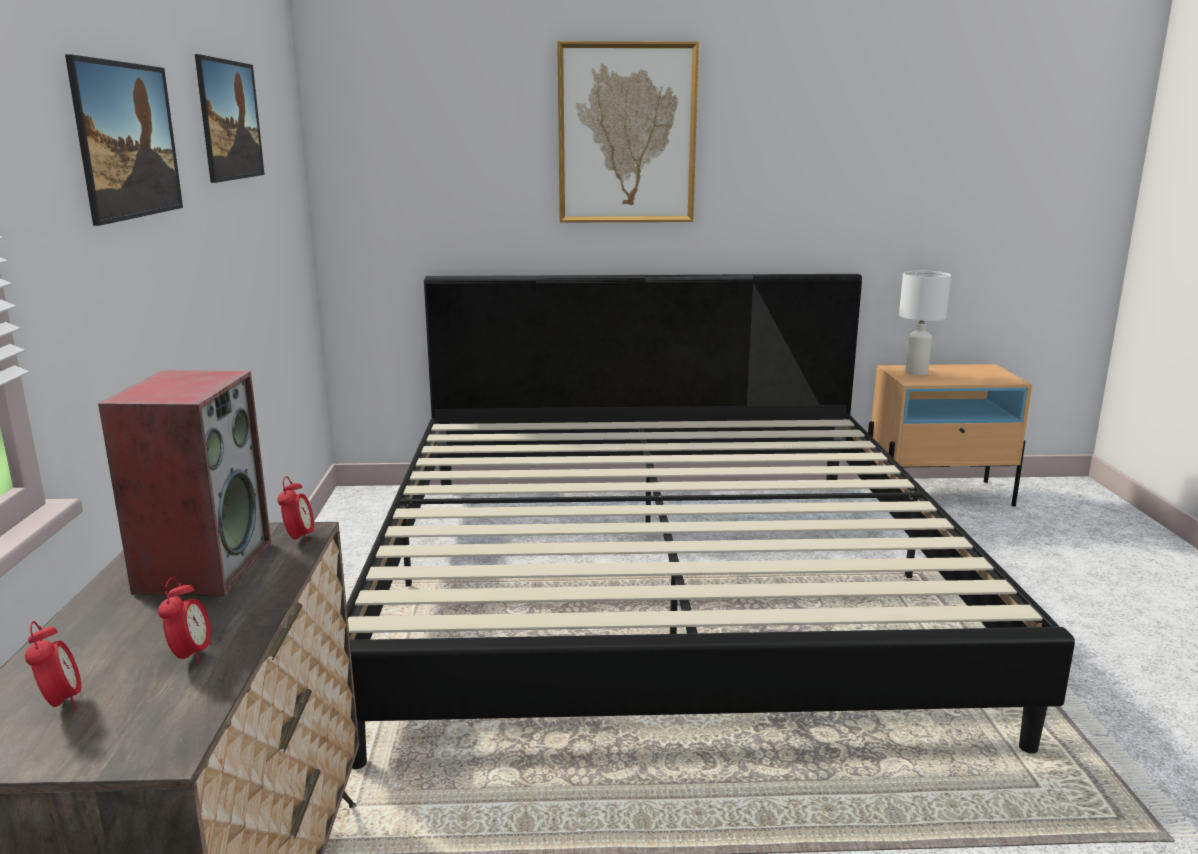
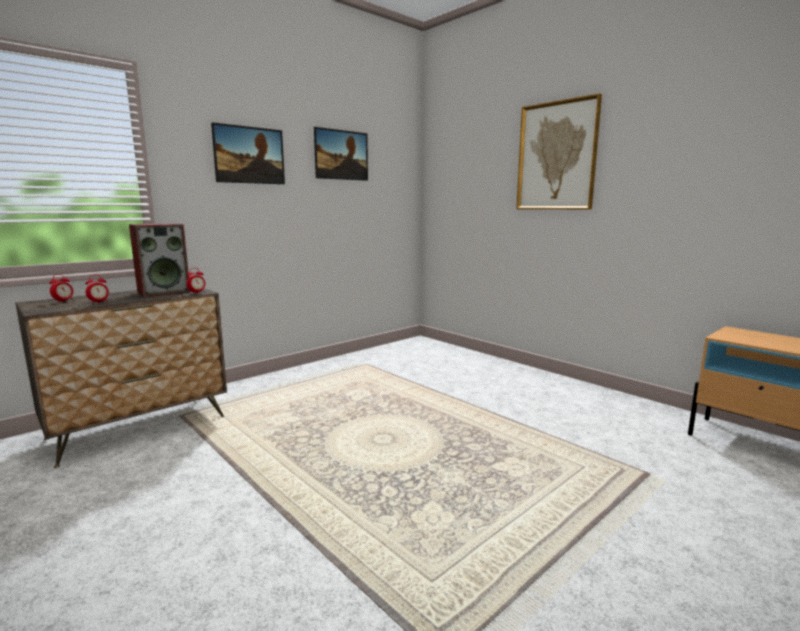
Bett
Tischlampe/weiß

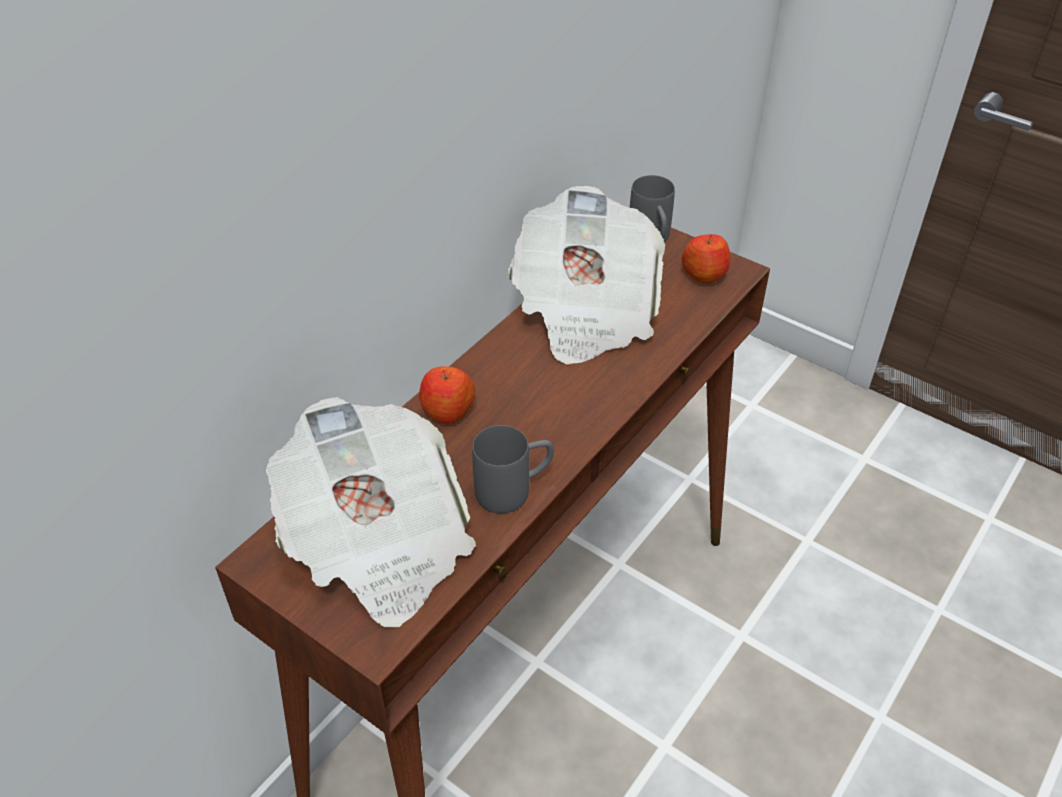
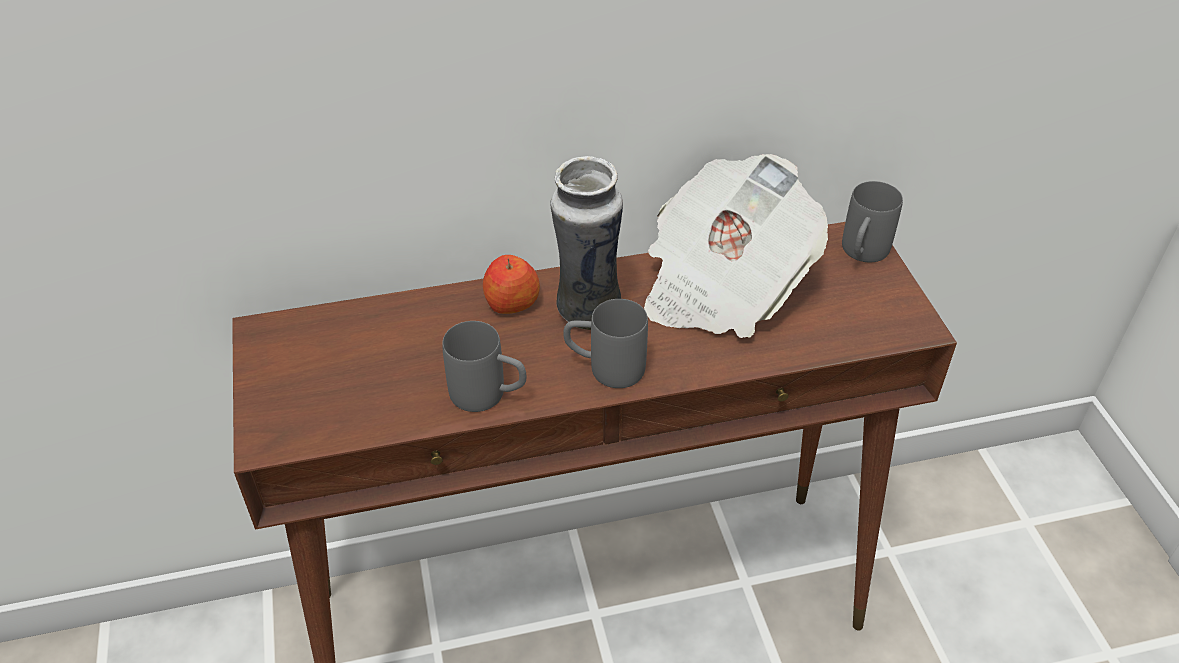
Zeitung (1st from left in the first image)
Apfel (2nd from left in the first image)
Vase
Henkelbecher/grau (2nd from left)

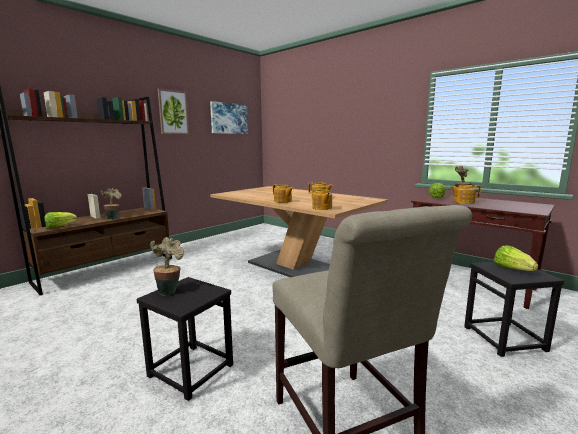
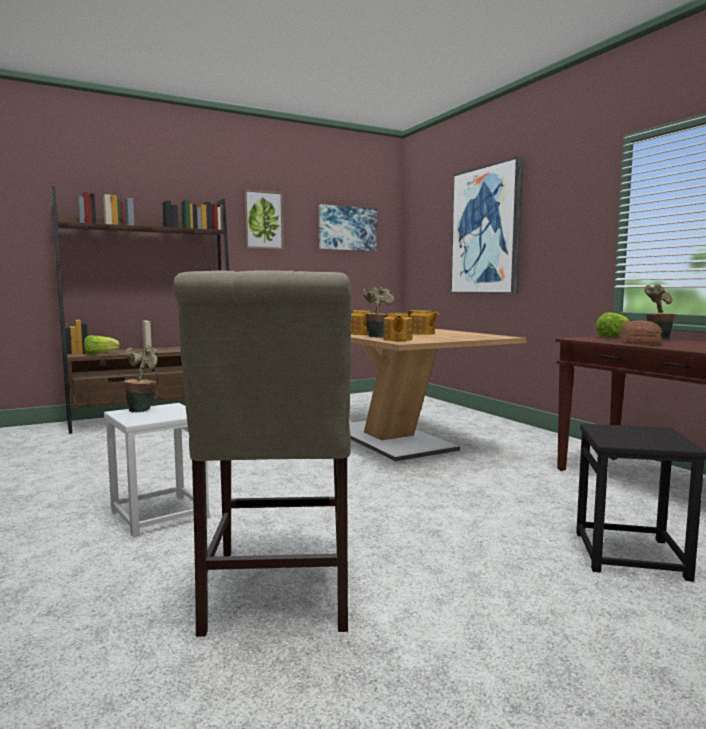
Salatkopf (3rd from left in the first image)
Bild (3rd from left)
Topfpflanze (2nd from left)
Brot
Hocker/weiß

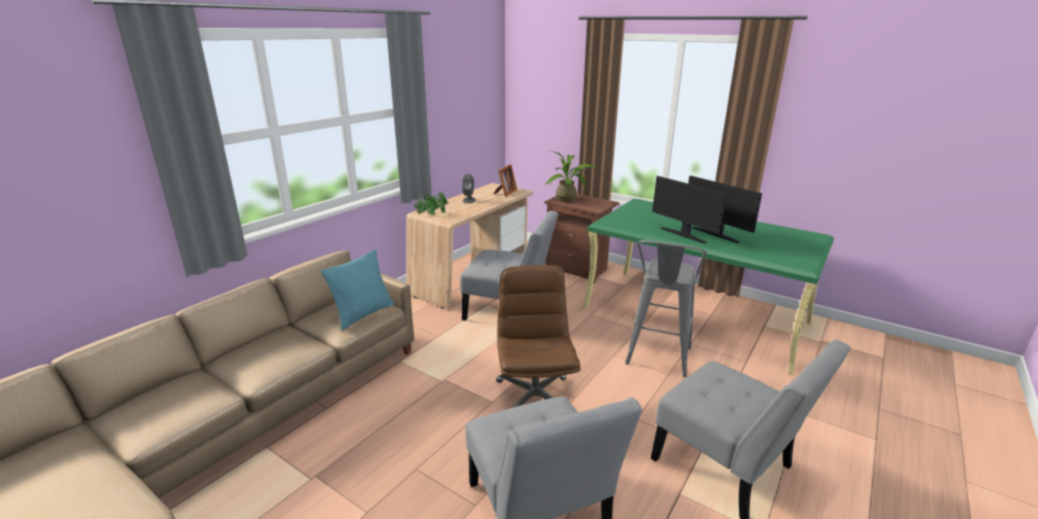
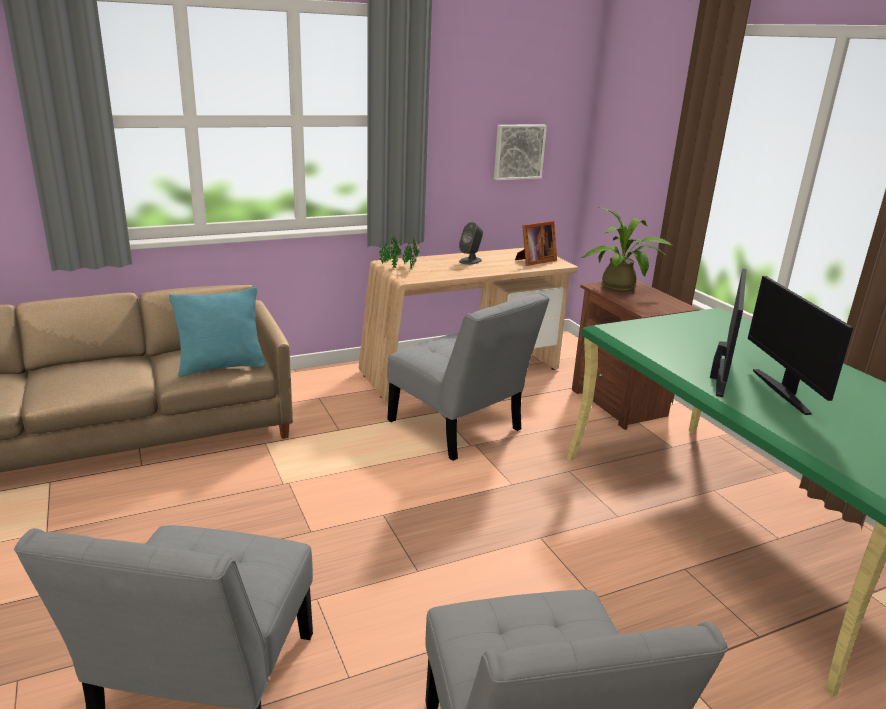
Bürostuhl/braun
Hocker/grau
Bild
Monitor (1st from left)

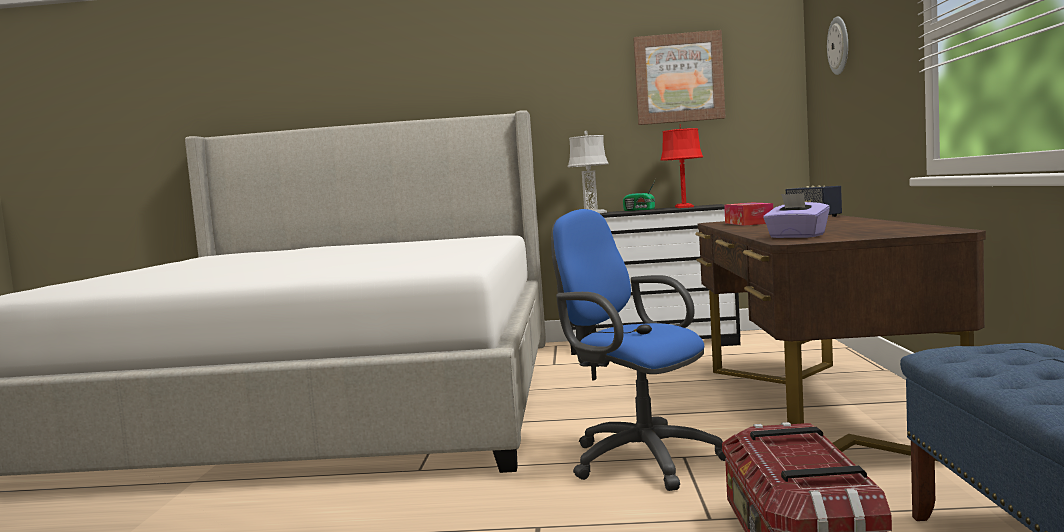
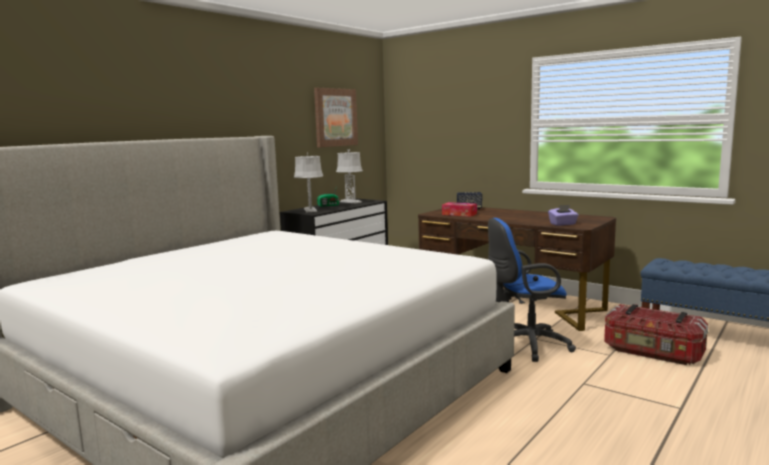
Wanduhr
Tischlampe/grau (2nd from left)

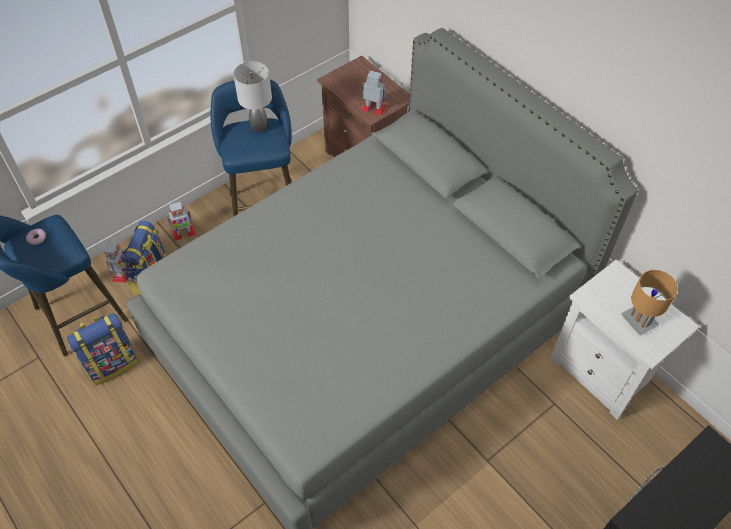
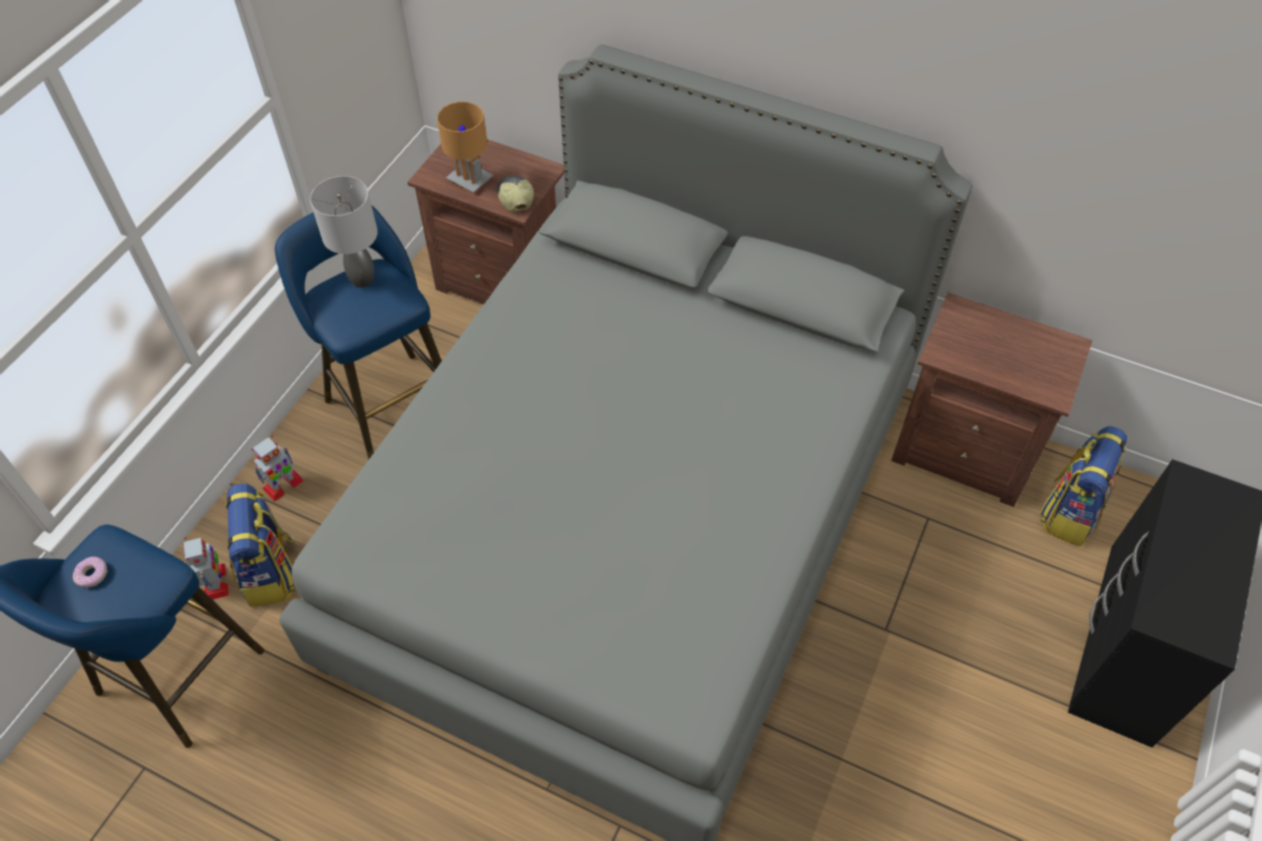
Rucksack (2nd from left)
Tischlampe/braun
Kappe
Nachttisch/braun (2nd from left)

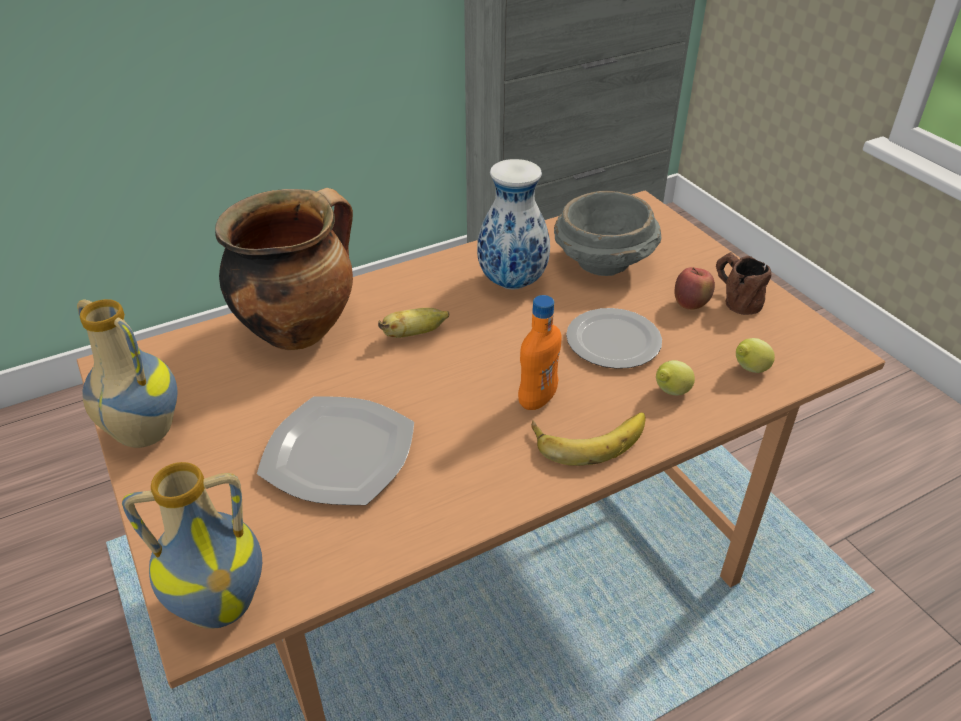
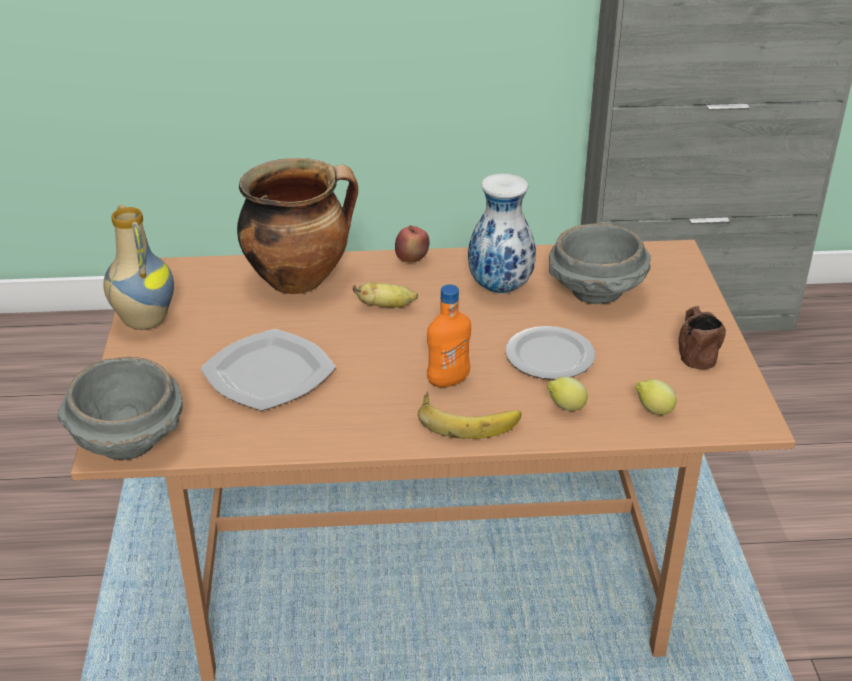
Apfel
Schüssel/grau (1st from left)

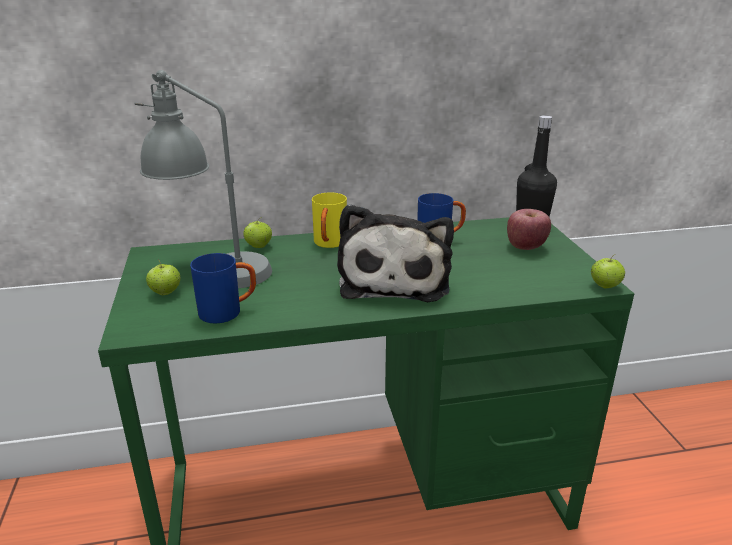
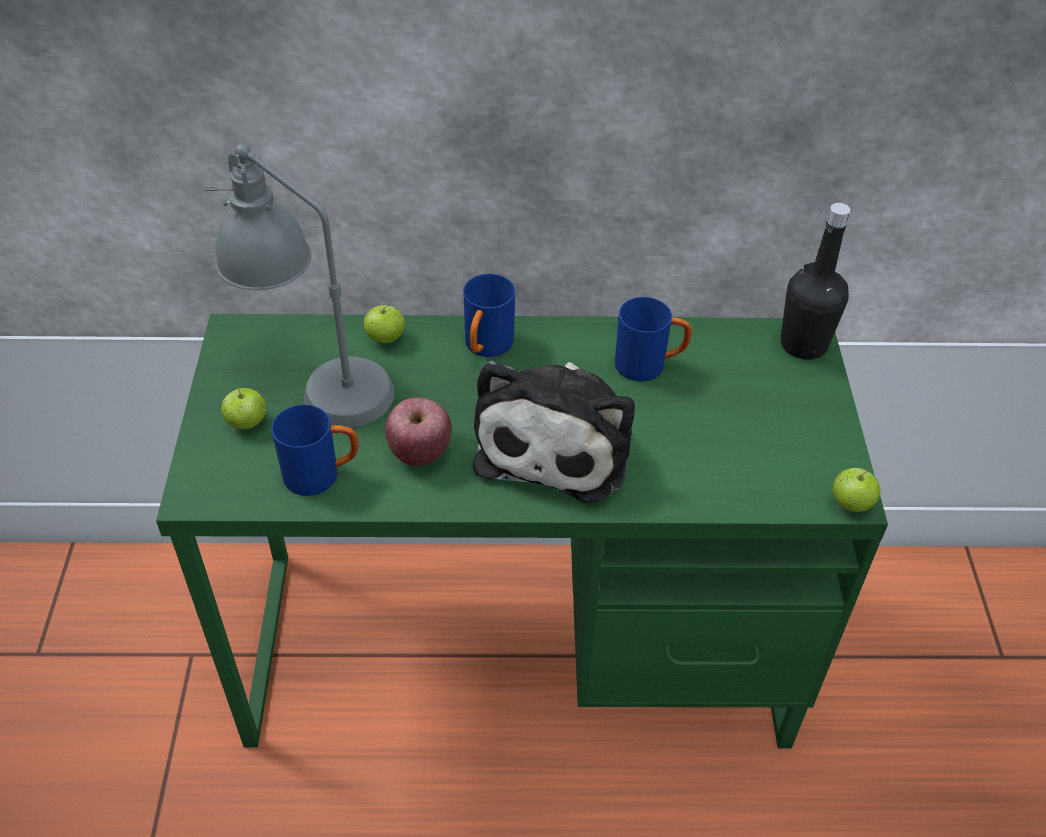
Apfel (3rd from left)
Henkelbecher/blau (2nd from left)

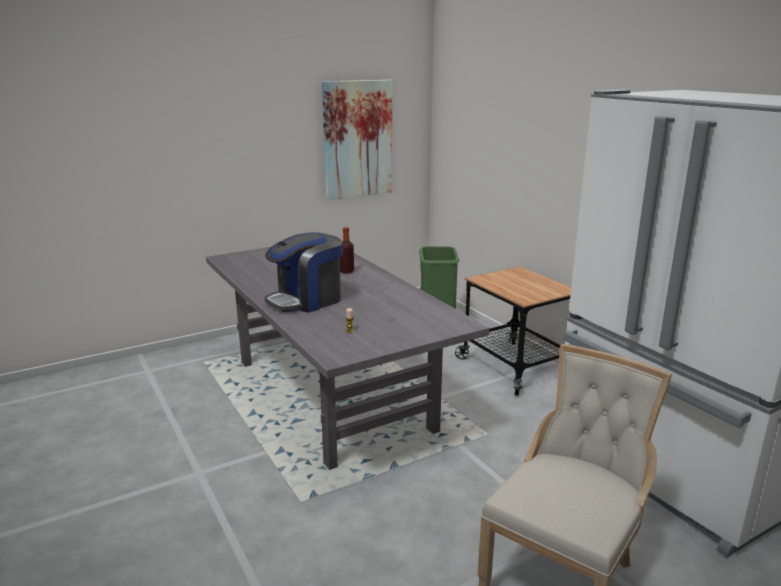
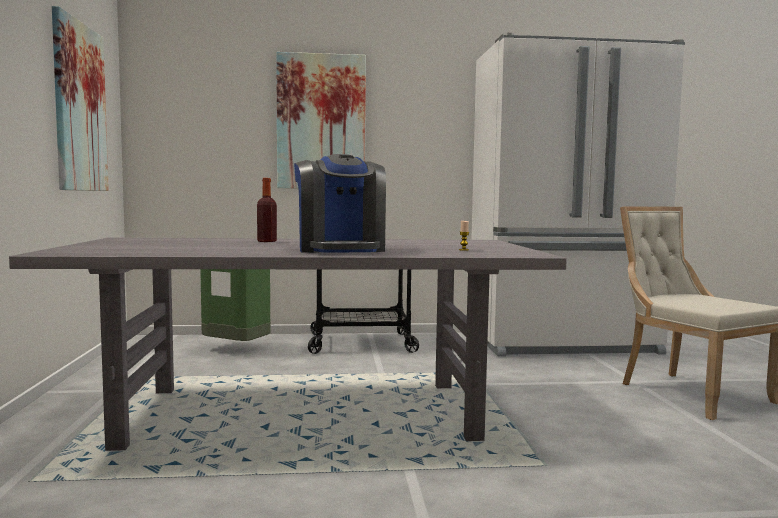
Bild (2nd from left)

